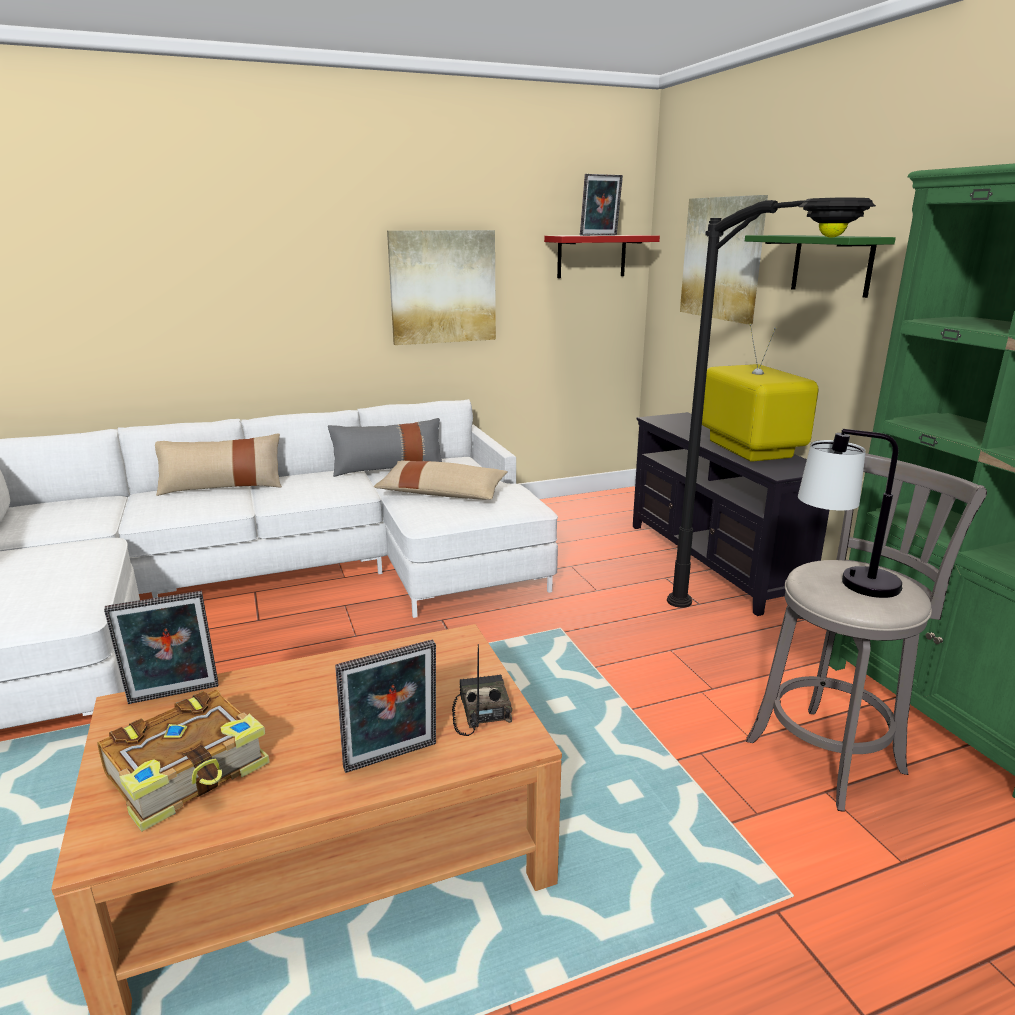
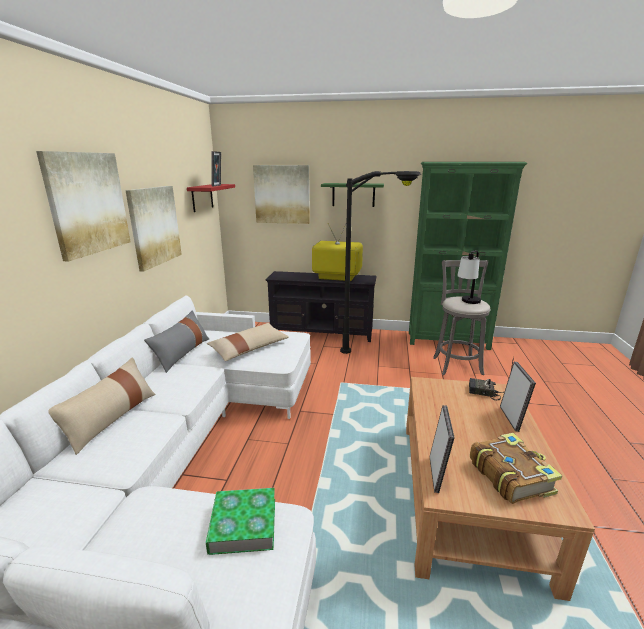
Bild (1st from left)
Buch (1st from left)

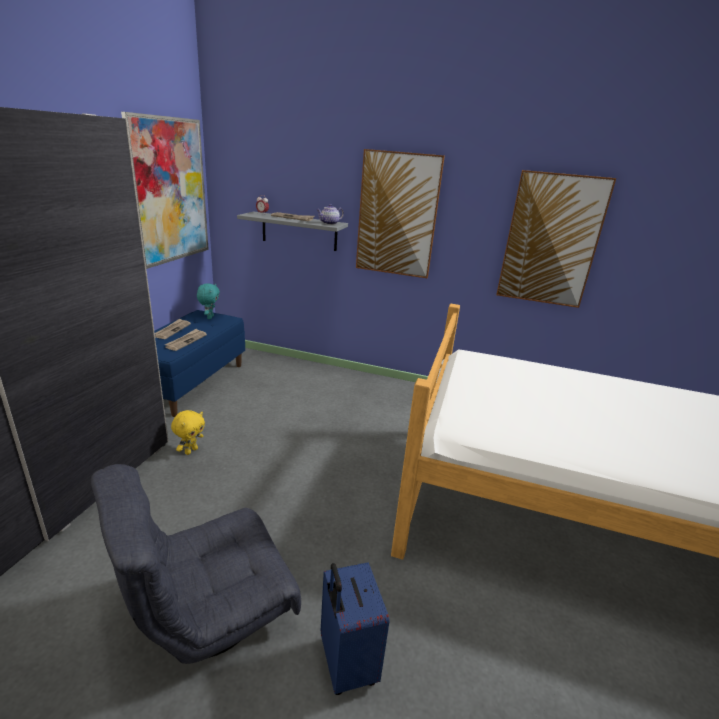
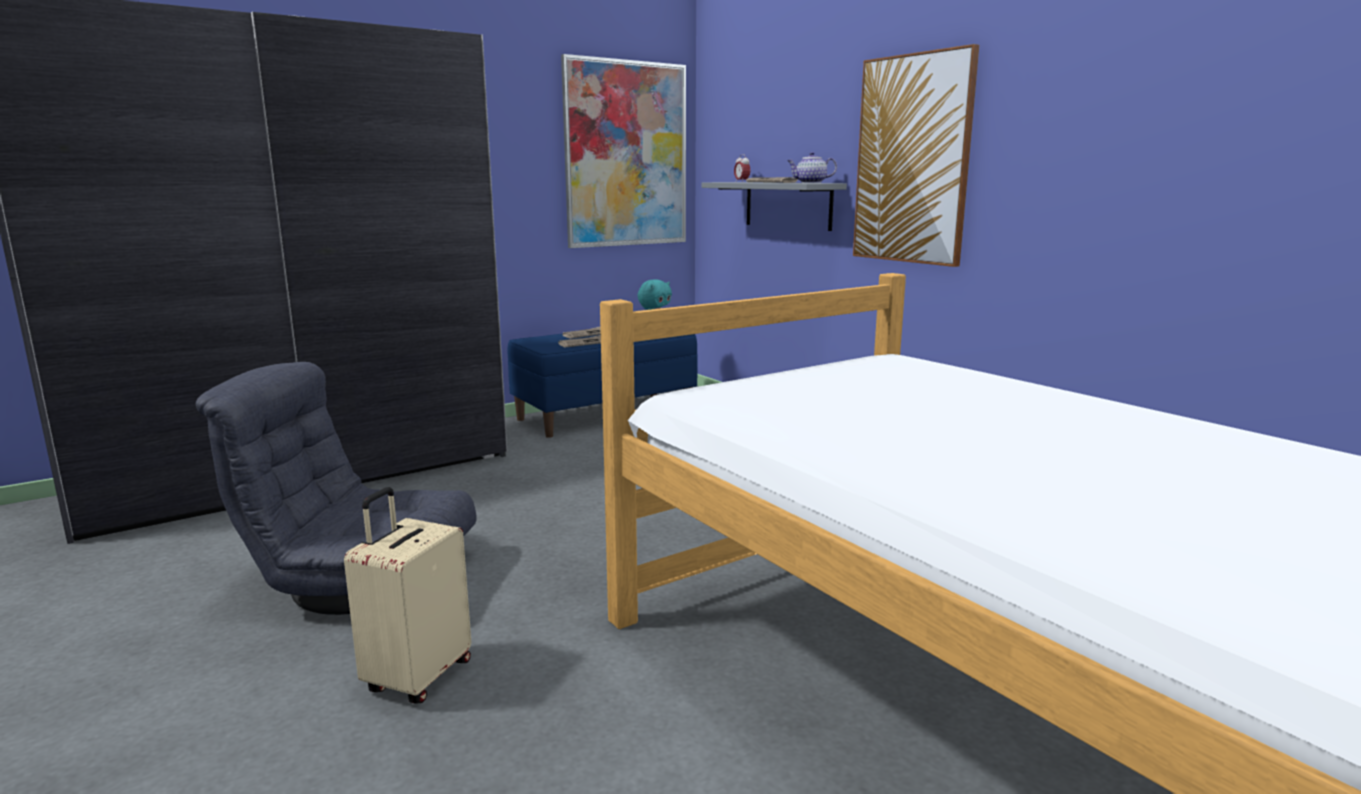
Plüschtier/gelb
Bild (3rd from left in the first image)
Koffer/beige

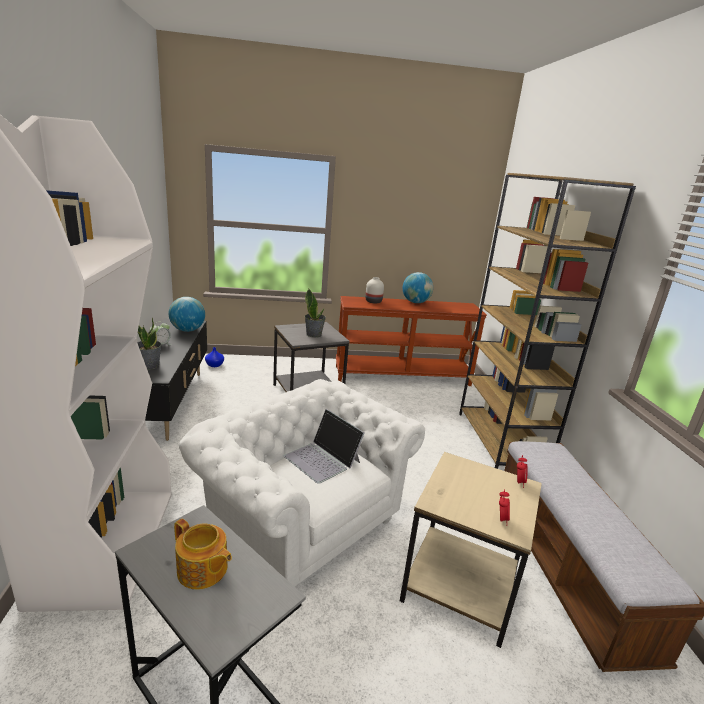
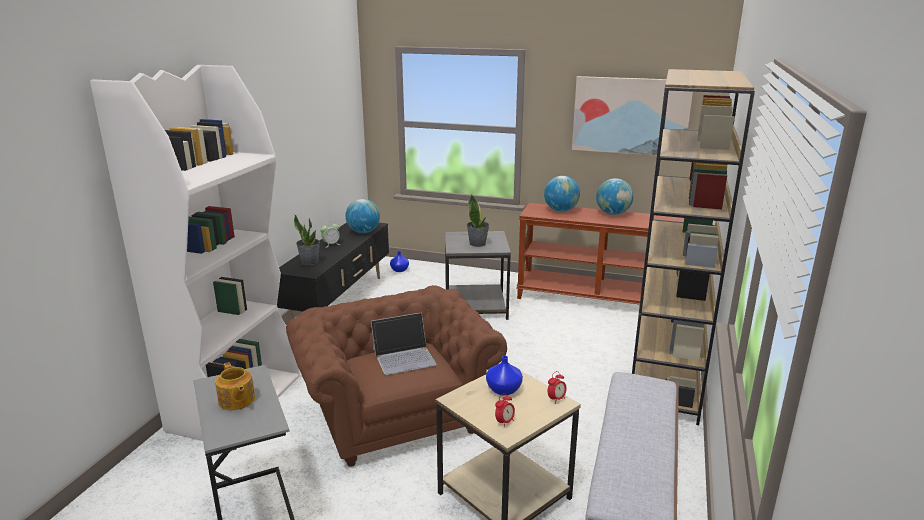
Vase/blau (2nd from left)
Bild
Globus (2nd from left)
Sessel/braun
Laptop

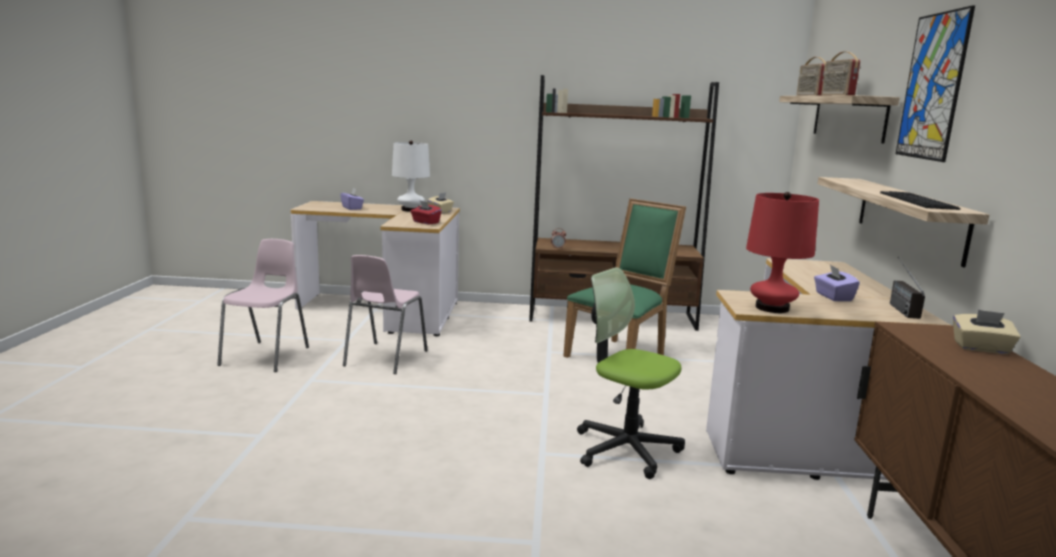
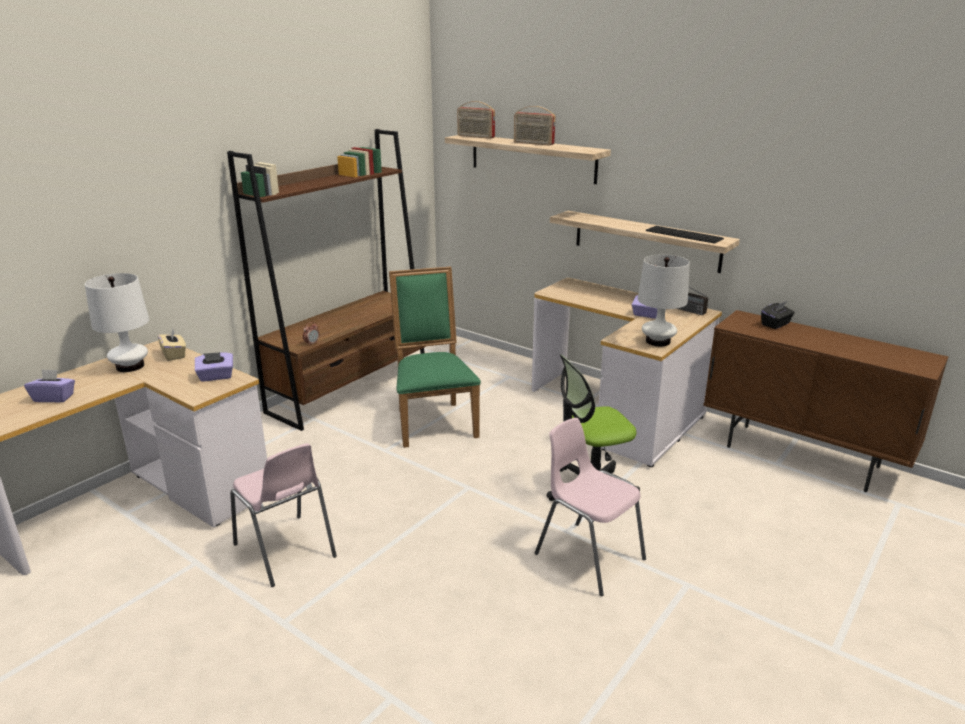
Bild
Stuhl/rosa (2nd from left)
Taschentuchbox/lila (2nd from left)
Tischlampe/weiß (2nd from left)
Taschentuchbox/schwarz

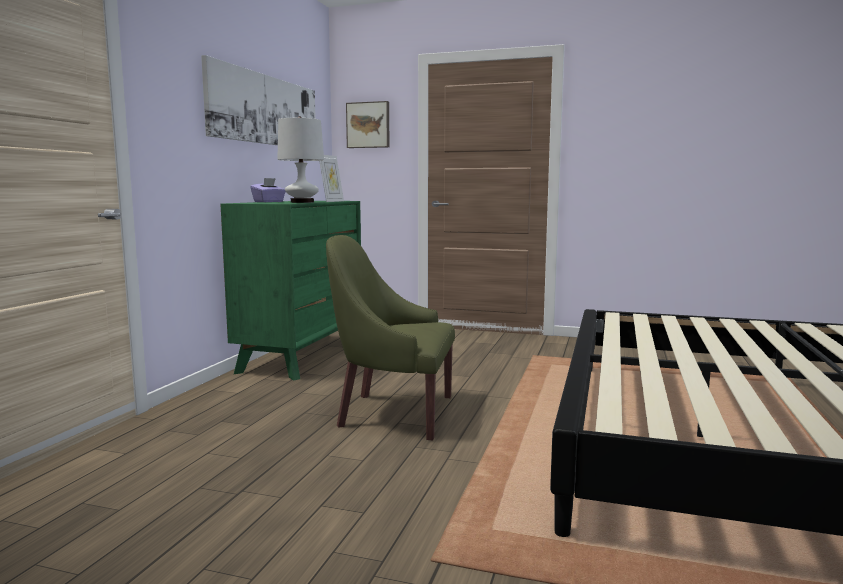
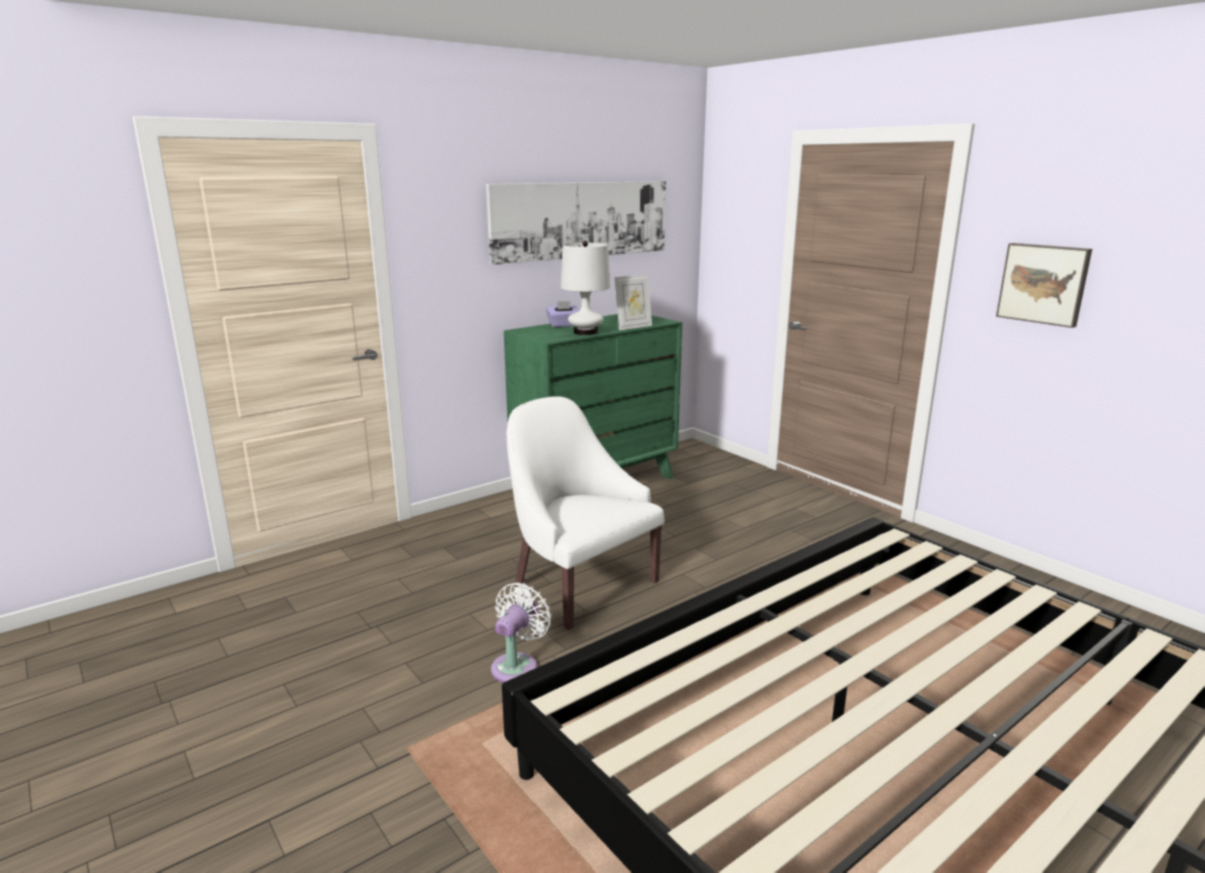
Ventilator/weiß
Bild (2nd from left)
Sessel/weiß

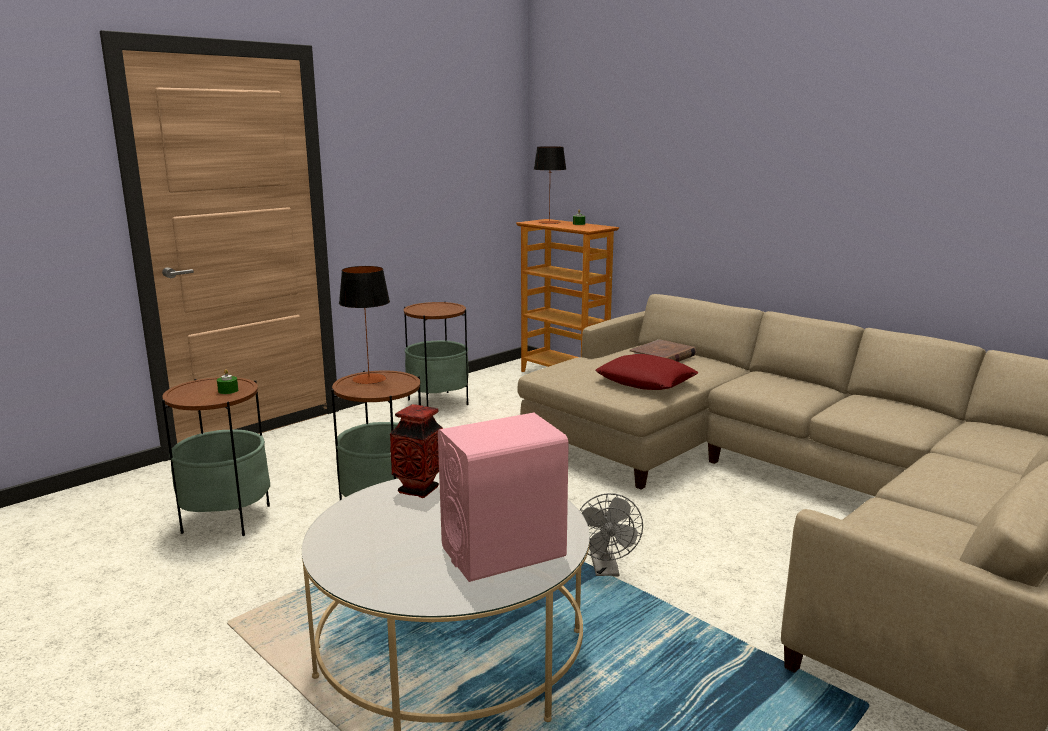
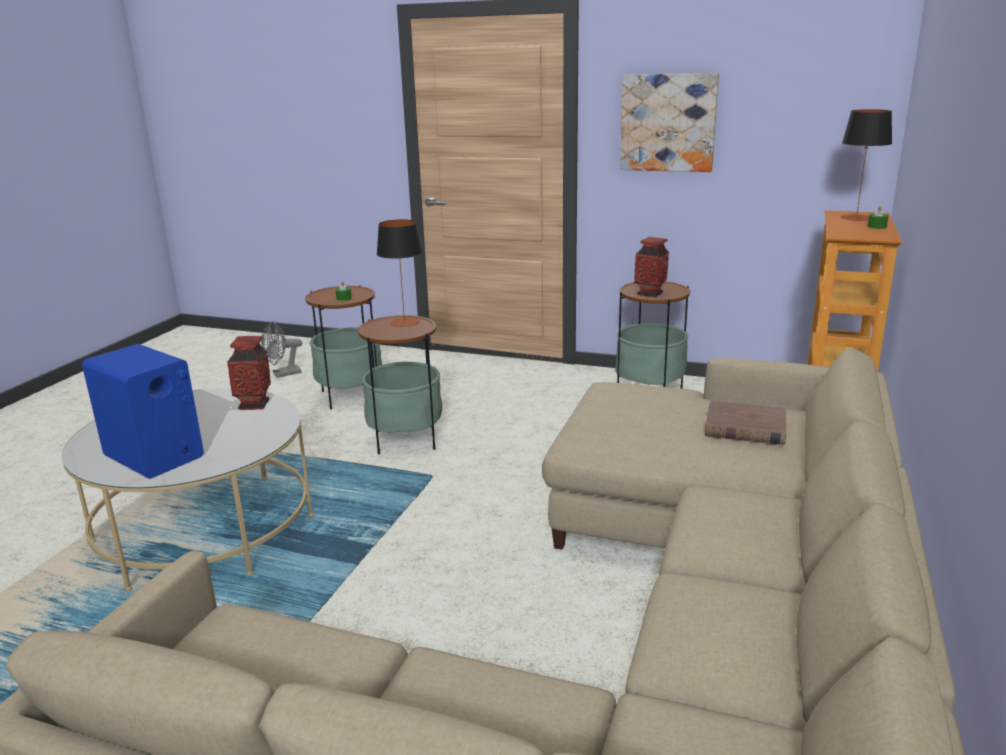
Kissen/rot
Bild
Vase (2nd from left)
Ventilator/grau
Lautsprecher/blau

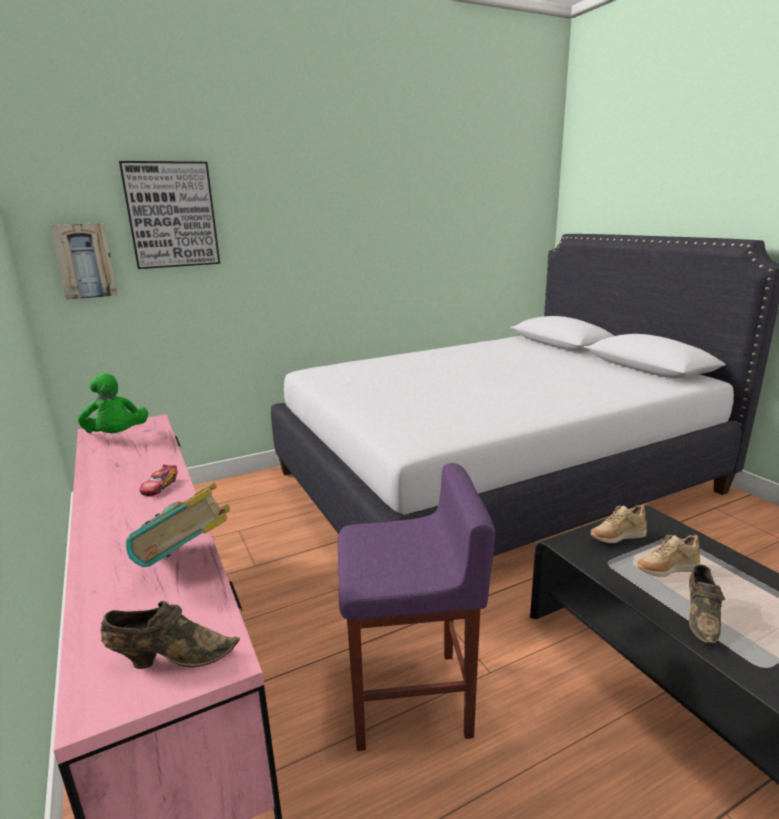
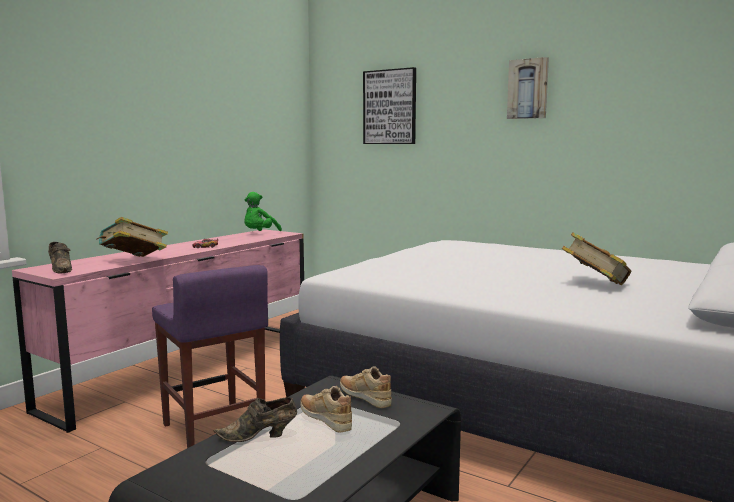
Buch (2nd from left)
Bild (2nd from left)

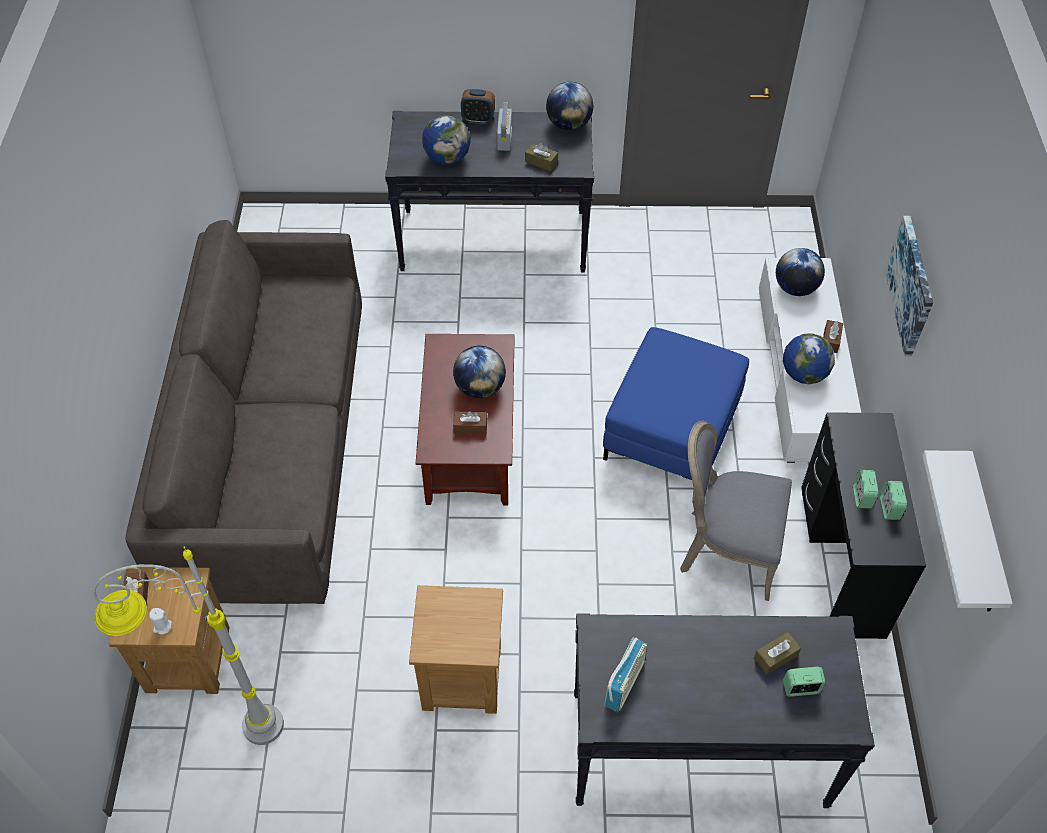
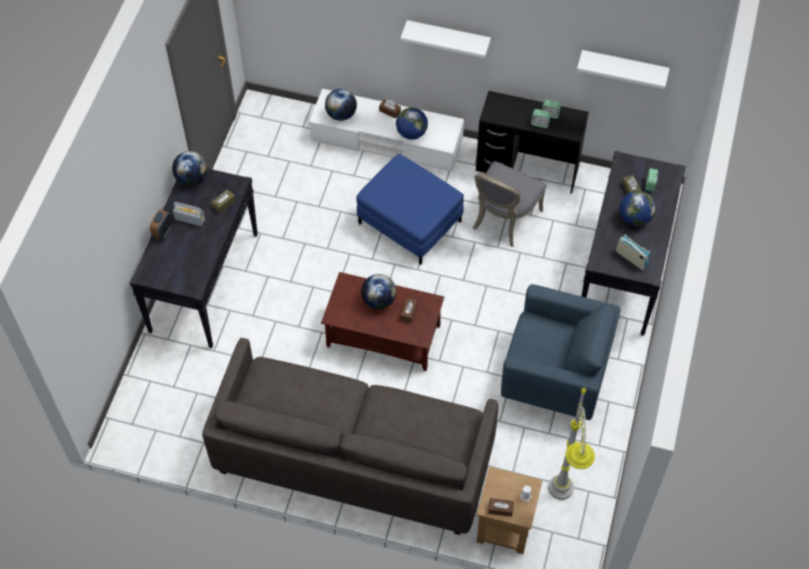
Globus (5th from left)
Sessel/blau
Wandregal/weiß (1st from left)

